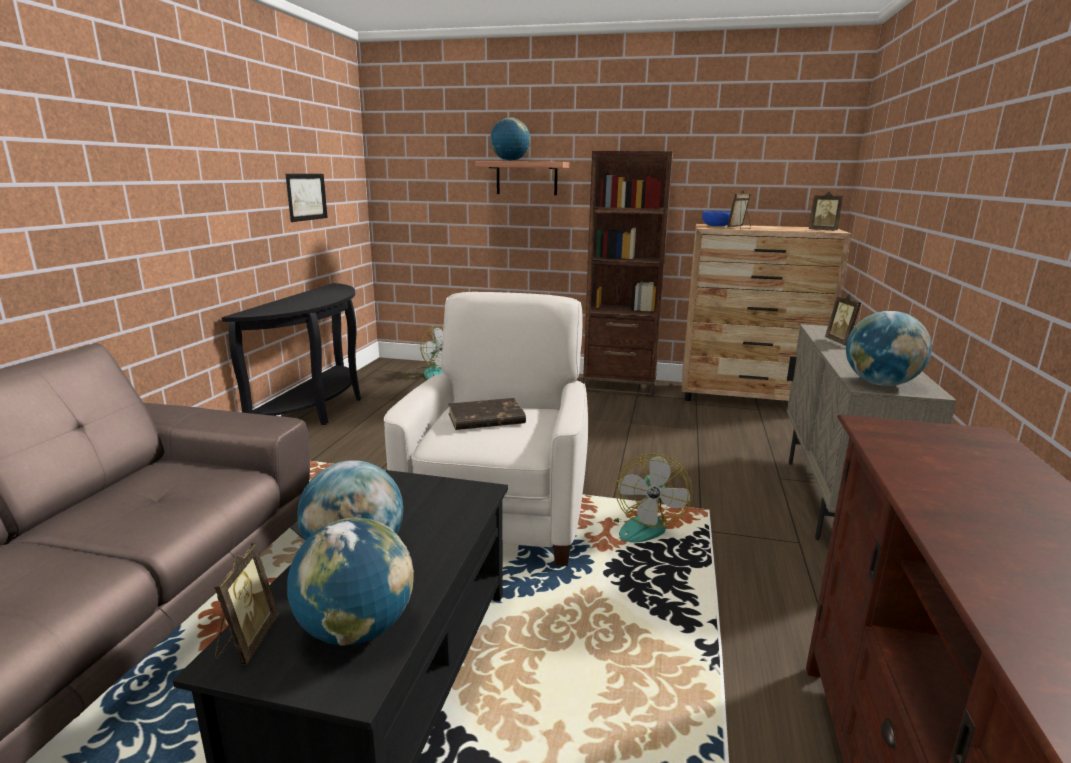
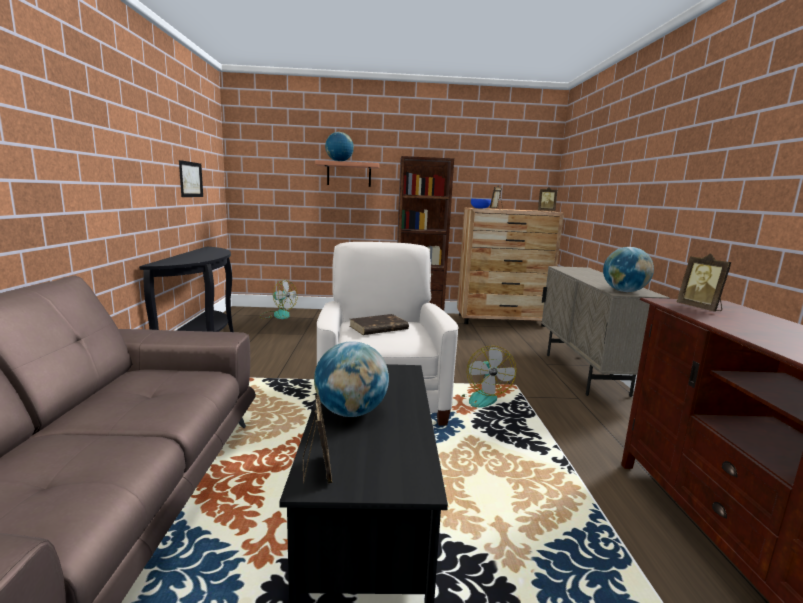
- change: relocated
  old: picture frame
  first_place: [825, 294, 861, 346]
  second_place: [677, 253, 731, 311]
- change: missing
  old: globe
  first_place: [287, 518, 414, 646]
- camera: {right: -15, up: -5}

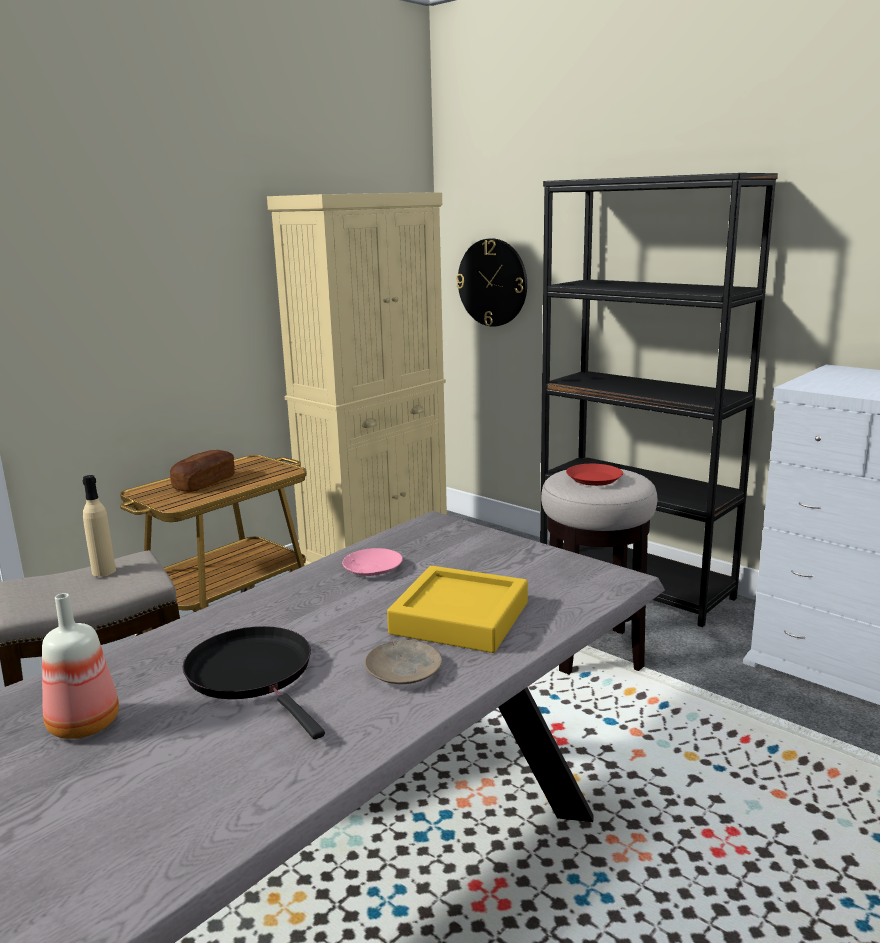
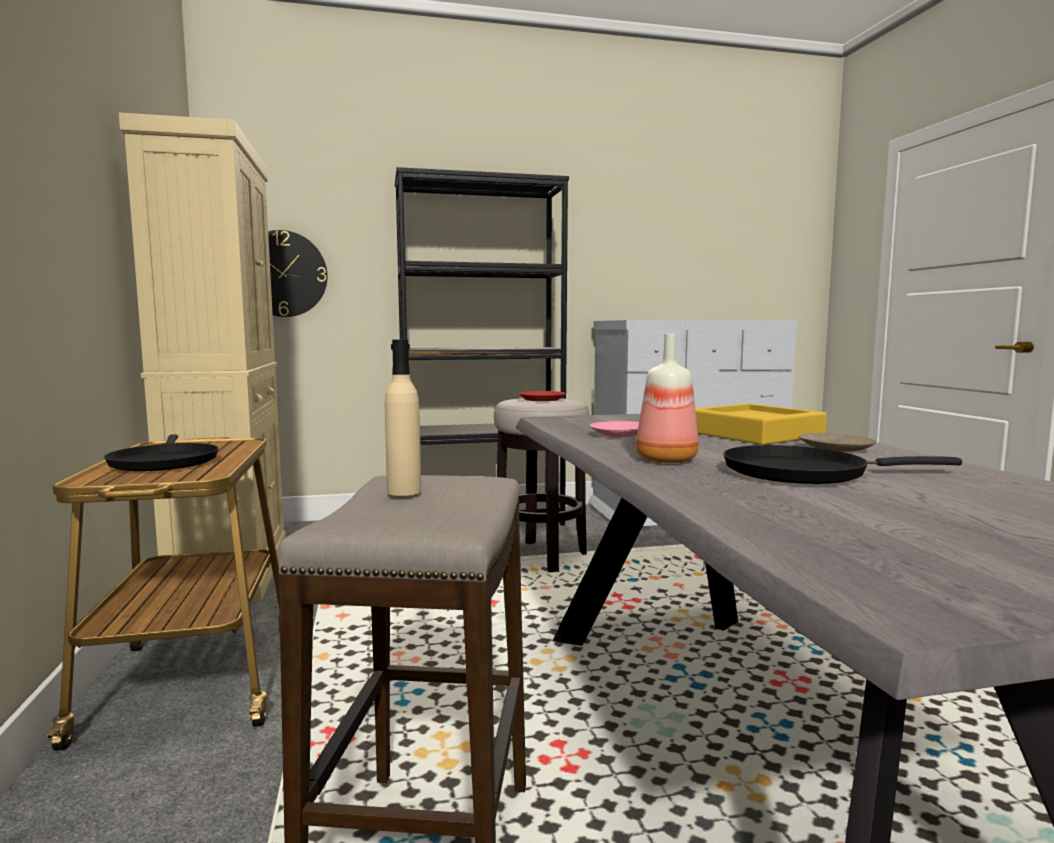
- change: exchanged
  old: bread
  new: black frying pan
  first_place: [170, 450, 235, 492]
  second_place: [104, 434, 218, 471]
- change: relocated
  old: bottle
  first_place: [42, 593, 119, 739]
  second_place: [636, 334, 699, 463]
- camera: {right: -55, up: -10}

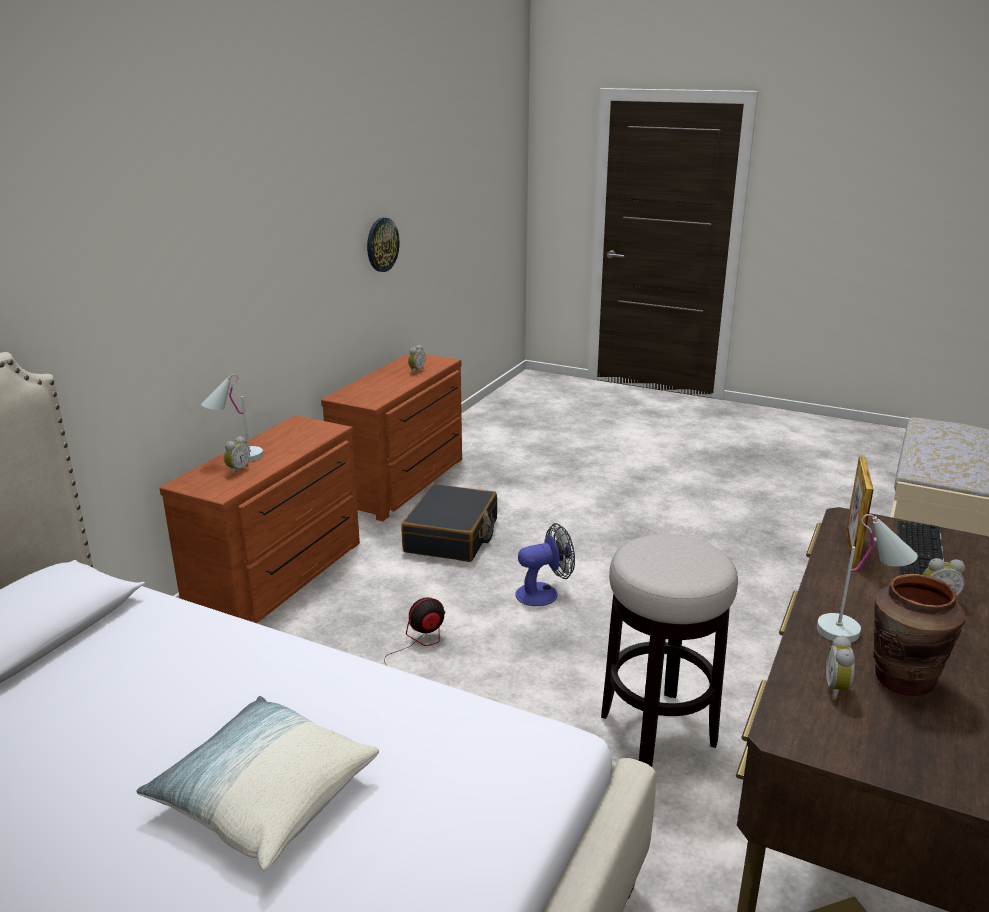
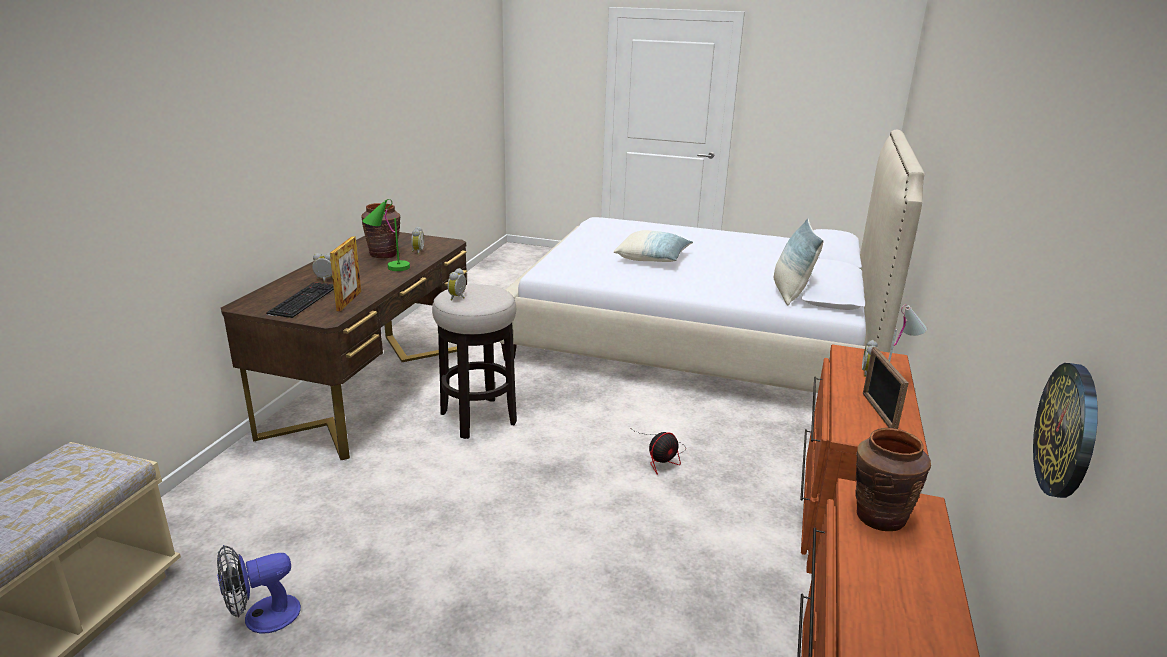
- change: relocated
  old: fan
  first_place: [515, 523, 575, 606]
  second_place: [217, 545, 301, 634]
- change: colour
  old: white table lamp
  new: green table lamp
  first_place: [817, 514, 918, 642]
  second_place: [362, 199, 410, 271]
- change: relocated
  old: alarm clock
  first_place: [408, 345, 425, 374]
  second_place: [448, 268, 466, 300]
- change: appeared
  new: pillow
  second_place: [774, 218, 824, 305]
- change: appeared
  new: brown vase
  second_place: [855, 428, 931, 531]
- change: appeared
  new: picture frame
  second_place: [863, 347, 909, 429]
- change: missing
  old: black suitcase
  first_place: [401, 484, 497, 562]
- camera: {right: 170, up: 0}

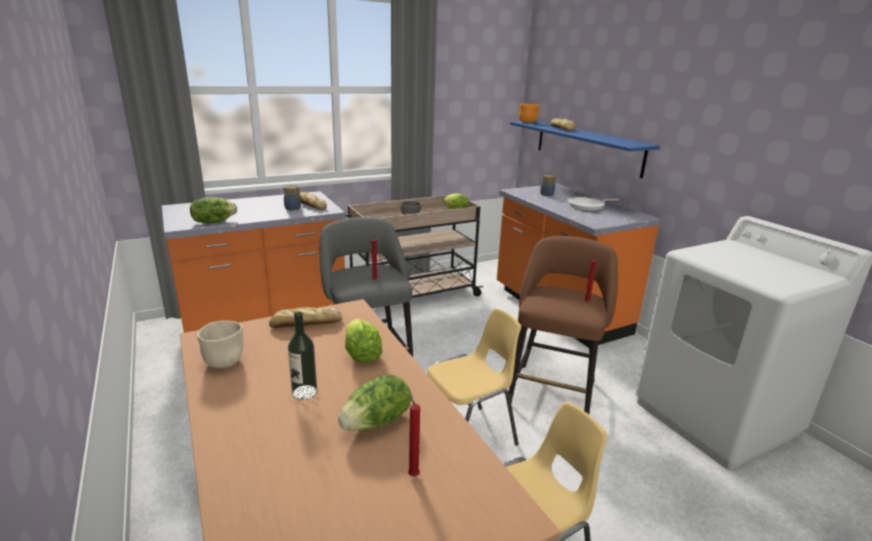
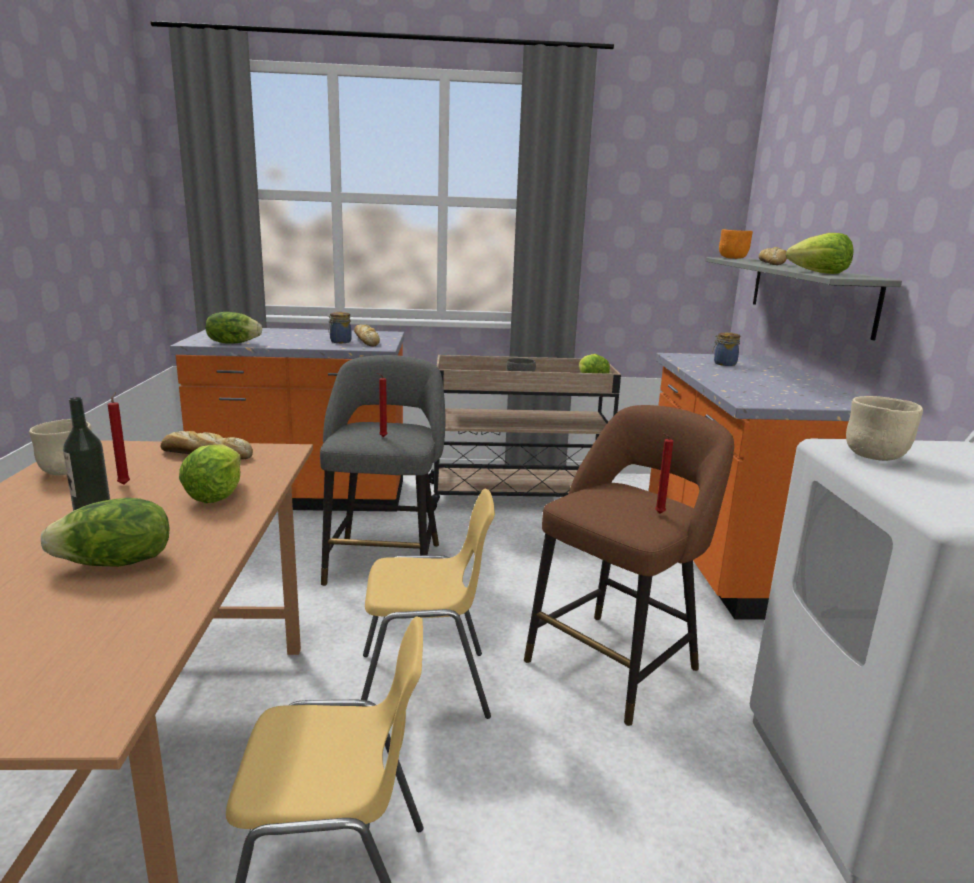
- change: relocated
  old: red candle
  first_place: [408, 393, 420, 476]
  second_place: [108, 392, 130, 485]
- change: colour
  old: blue shelf
  new: grey shelf
  first_place: [510, 121, 660, 178]
  second_place: [706, 257, 902, 340]
- change: appeared
  new: lettuce
  second_place: [786, 233, 853, 274]
- change: appeared
  new: beige bowl
  second_place: [846, 396, 923, 461]
- change: missing
  old: frying pan
  first_place: [568, 197, 619, 211]
- camera: {right: 25, up: -5}

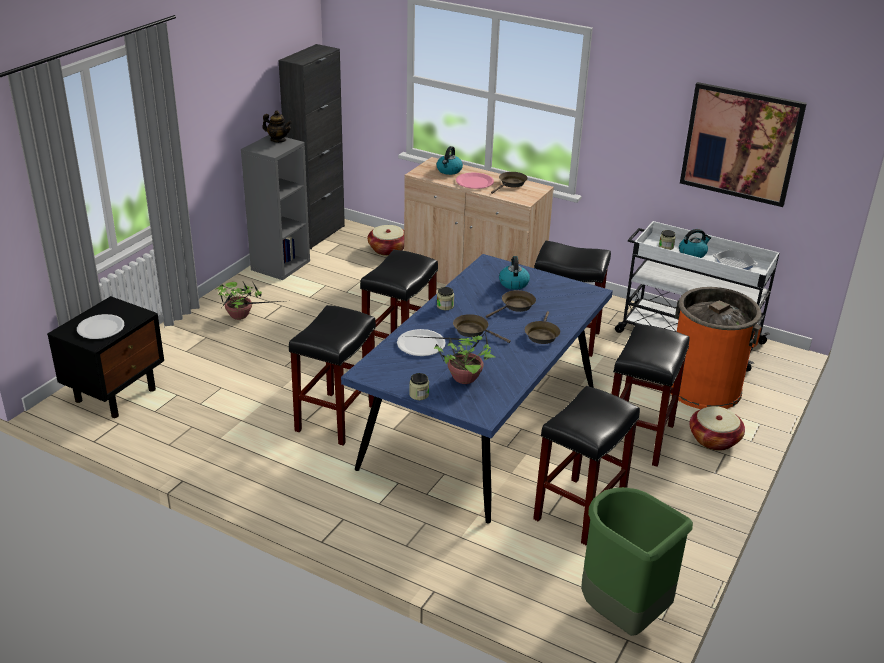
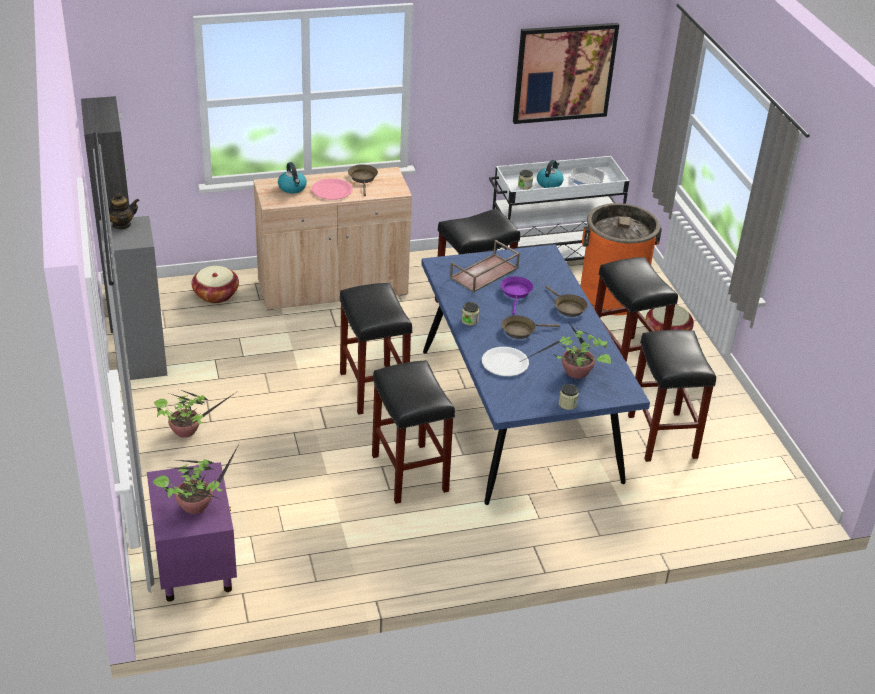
- change: colour
  old: black nightstand
  new: purple nightstand
  first_place: [47, 296, 164, 418]
  second_place: [147, 462, 237, 601]
- change: exchanged
  old: white plate
  new: potted plant
  first_place: [77, 314, 124, 339]
  second_place: [153, 445, 239, 514]
- change: exchanged
  old: kettle
  new: brown tray
  first_place: [499, 256, 530, 290]
  second_place: [450, 240, 520, 293]
- change: colour
  old: brown frying pan
  new: purple frying pan
  first_place: [486, 290, 536, 318]
  second_place: [500, 276, 533, 315]
- change: missing
  old: green trash can
  first_place: [581, 487, 693, 636]
- camera: {right: -45, up: 5}

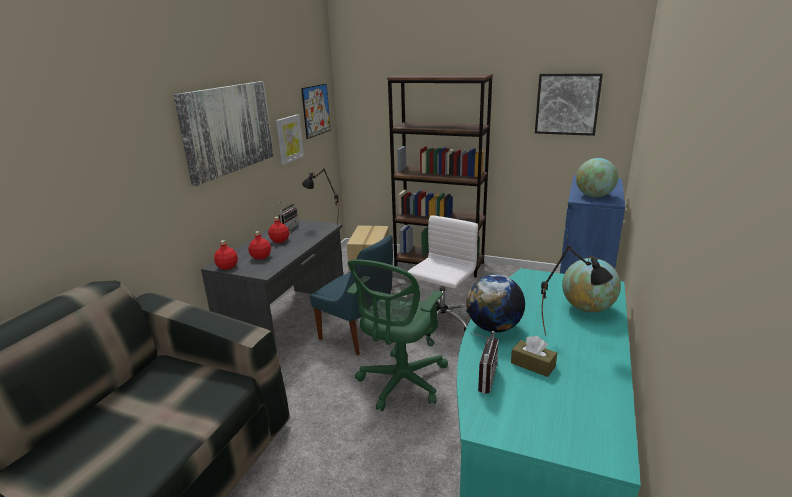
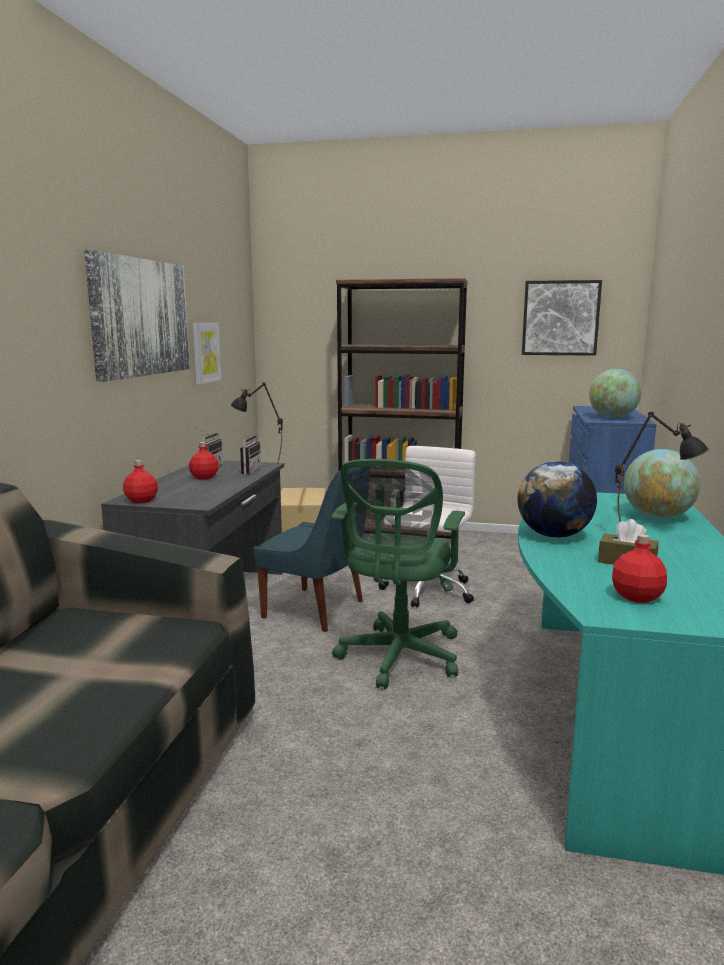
- change: relocated
  old: radio
  first_place: [470, 331, 499, 394]
  second_place: [234, 429, 261, 475]
- change: relocated
  old: red bottle
  first_place: [248, 231, 271, 260]
  second_place: [612, 534, 667, 603]
- change: missing
  old: picture
  first_place: [301, 83, 331, 139]
- camera: {right: -10, up: -10}

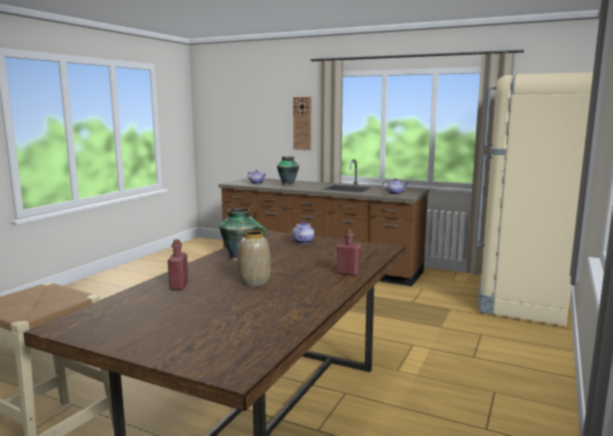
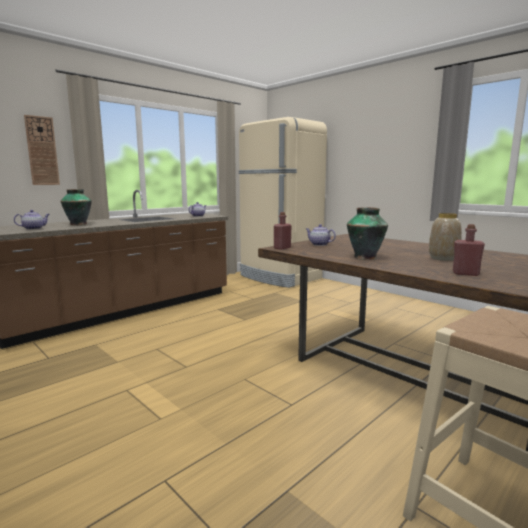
- change: relocated
  old: red bottle
  first_place: [337, 229, 361, 276]
  second_place: [274, 212, 291, 250]
- camera: {right: -70, up: 0}

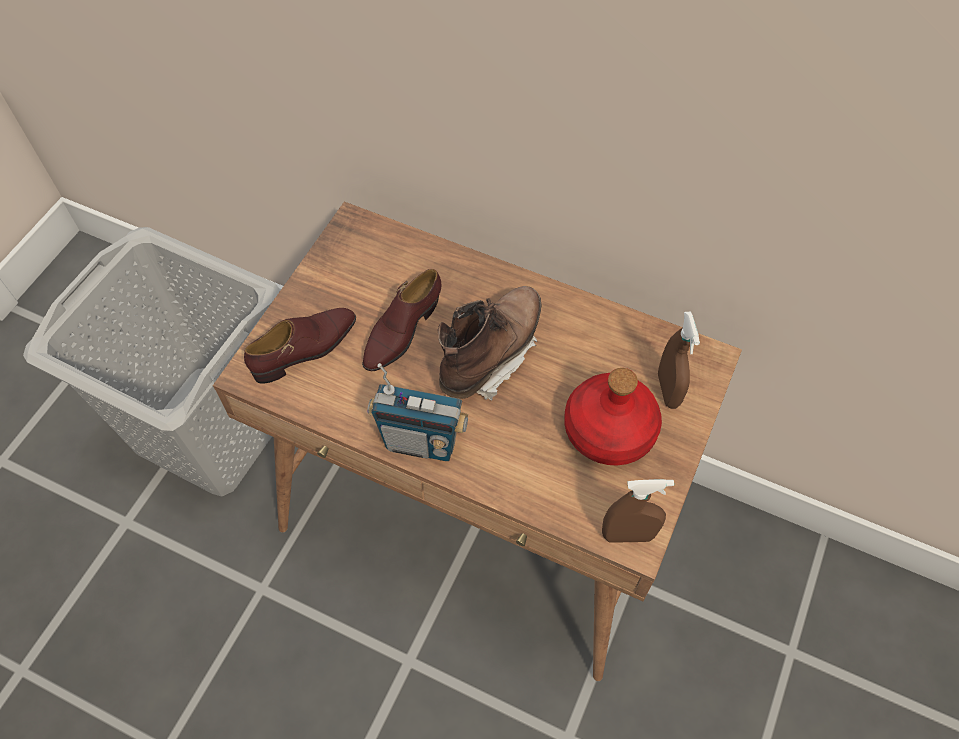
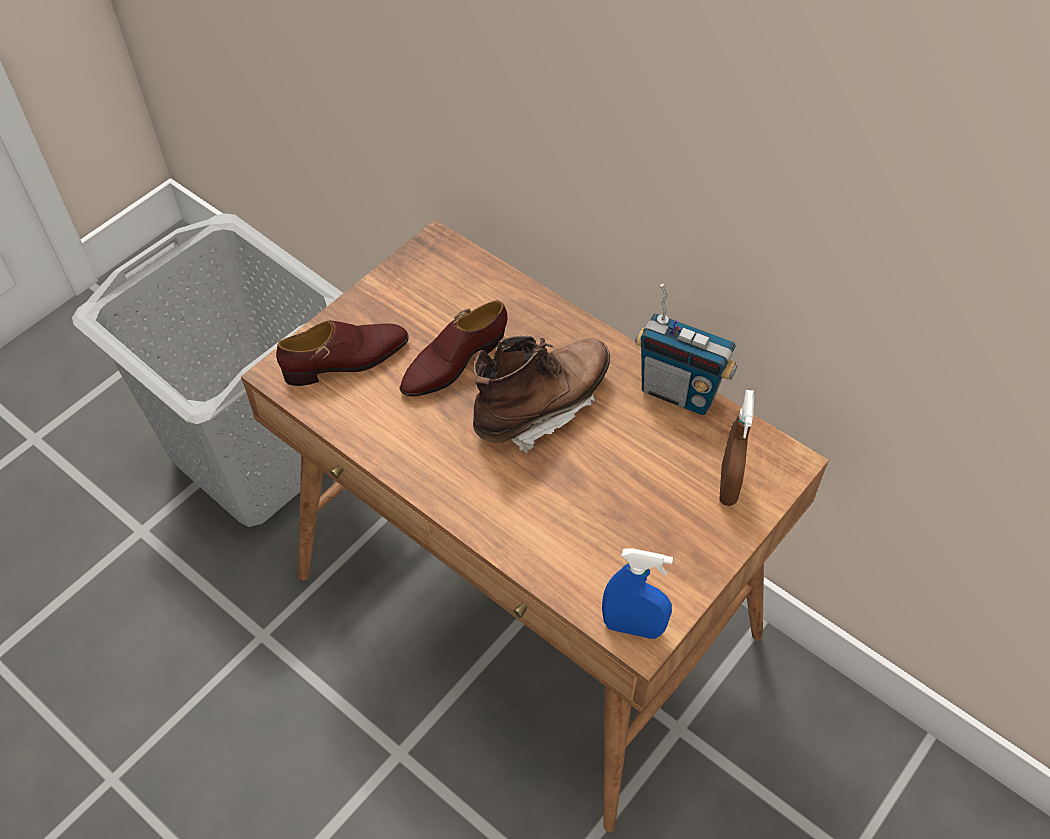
- change: colour
  old: brown spray bottle
  new: blue spray bottle
  first_place: [602, 479, 674, 543]
  second_place: [602, 549, 673, 639]
- change: relocated
  old: radio
  first_place: [368, 363, 468, 461]
  second_place: [635, 284, 737, 415]
- change: missing
  old: red bottle
  first_place: [564, 368, 662, 465]
- camera: {right: 15, up: -5}

